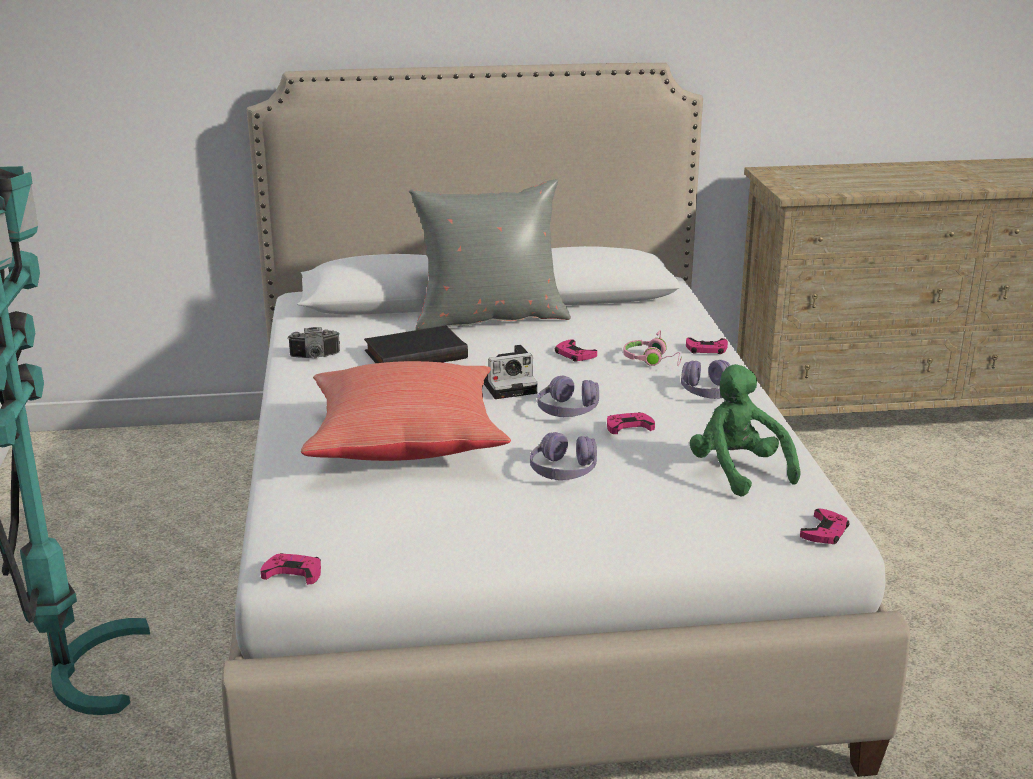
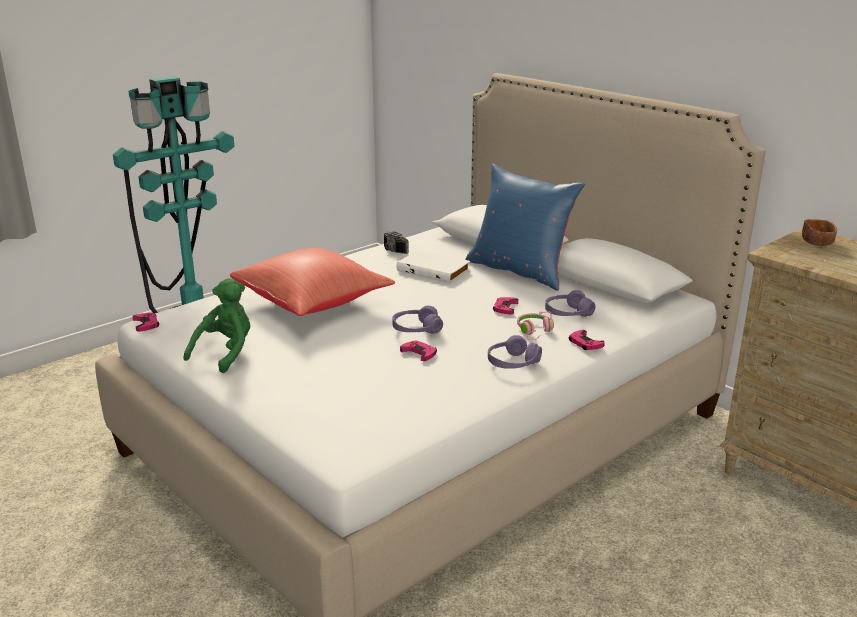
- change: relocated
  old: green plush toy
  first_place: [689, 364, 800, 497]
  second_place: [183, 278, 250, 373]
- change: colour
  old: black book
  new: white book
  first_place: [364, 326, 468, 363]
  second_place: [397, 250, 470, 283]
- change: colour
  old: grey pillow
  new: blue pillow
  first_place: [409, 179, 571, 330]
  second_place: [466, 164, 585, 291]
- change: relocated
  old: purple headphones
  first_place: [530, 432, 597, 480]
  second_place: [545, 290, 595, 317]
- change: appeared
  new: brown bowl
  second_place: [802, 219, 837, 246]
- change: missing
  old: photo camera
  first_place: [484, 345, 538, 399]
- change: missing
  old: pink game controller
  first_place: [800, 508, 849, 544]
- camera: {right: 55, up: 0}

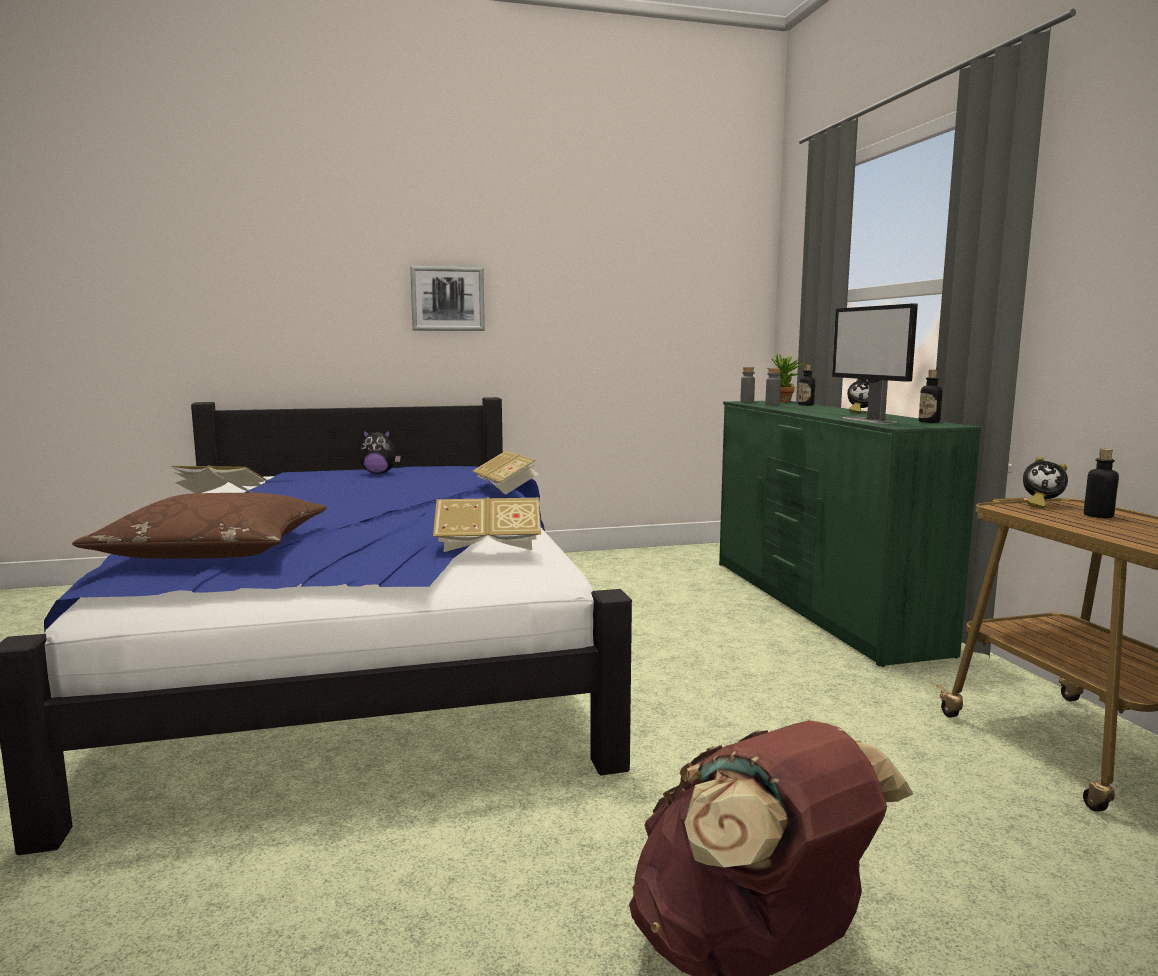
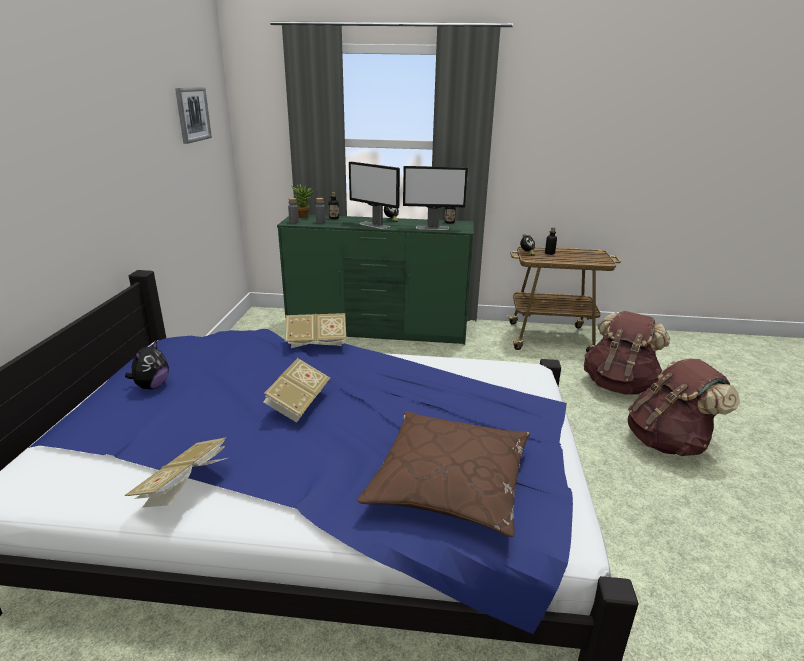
- change: relocated
  old: picture
  first_place: [410, 266, 485, 331]
  second_place: [175, 87, 212, 144]
- change: relocated
  old: book
  first_place: [433, 497, 541, 552]
  second_place: [263, 358, 330, 423]
- change: appeared
  new: monitor
  second_place: [349, 162, 400, 229]
- change: appeared
  new: brown backpack
  second_place: [584, 311, 670, 395]
- camera: {right: -70, up: 15}

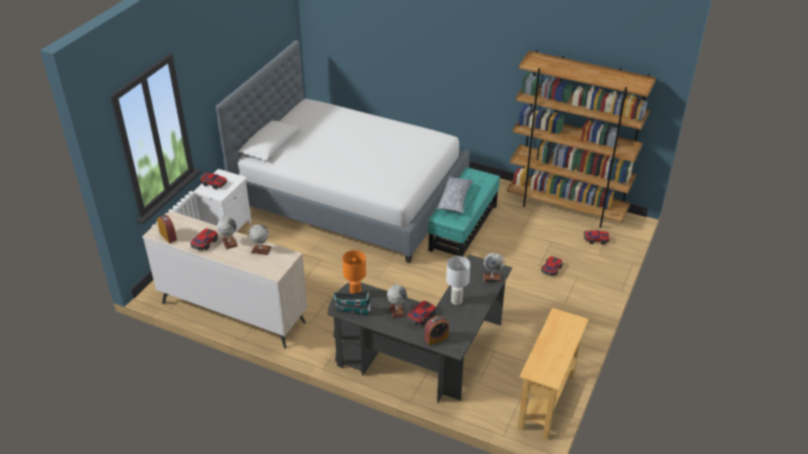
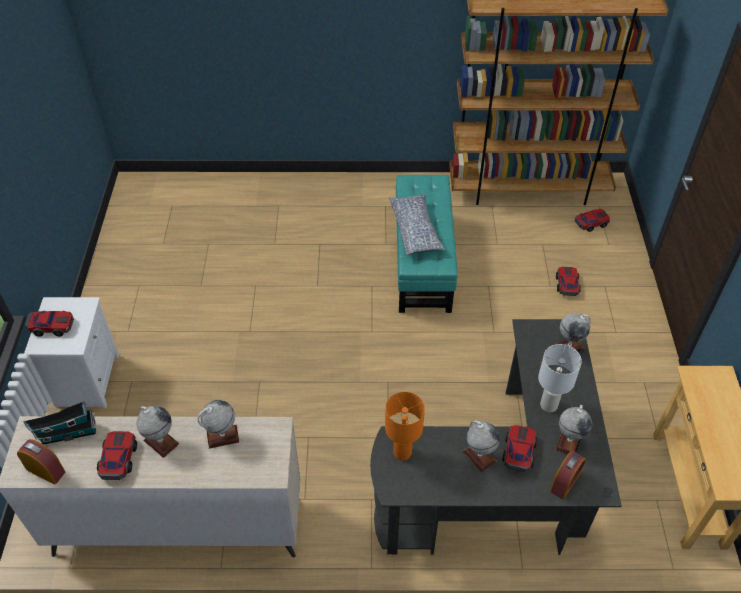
- change: relocated
  old: toy house
  first_place: [333, 291, 371, 316]
  second_place: [23, 401, 96, 445]
- change: appeared
  new: globe
  second_place: [556, 405, 592, 455]
- change: missing
  old: bed
  first_place: [216, 40, 470, 263]
- camera: {right: -25, up: 10}

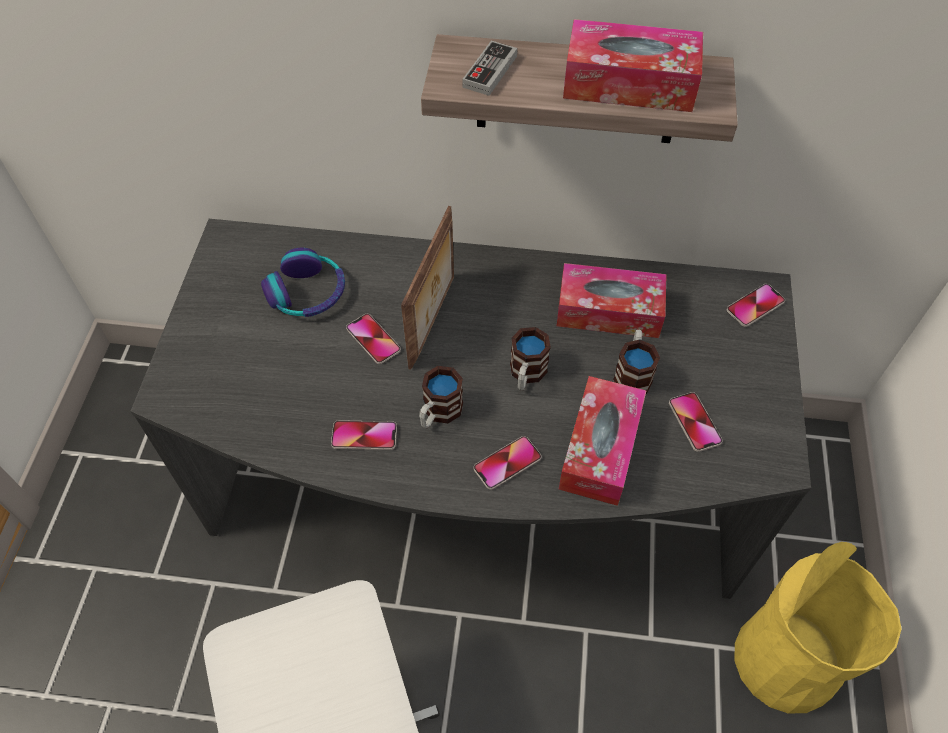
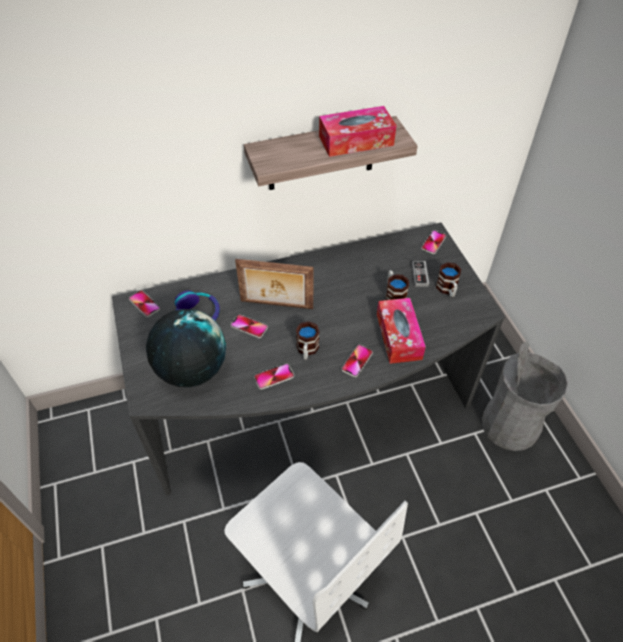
- change: relocated
  old: phone
  first_place: [669, 392, 723, 452]
  second_place: [129, 290, 160, 317]
- change: appeared
  new: globe
  second_place: [146, 309, 226, 387]
- change: spun
  old: picture frame
  first_place: [401, 206, 454, 370]
  second_place: [235, 259, 313, 309]
  degrees: 105
- change: relocated
  old: game controller
  first_place: [462, 41, 517, 96]
  second_place: [412, 261, 429, 287]
- change: relocated
  old: mug
  first_place: [510, 327, 551, 390]
  second_place: [436, 262, 461, 297]
- change: colour
  old: yellow trash can
  new: grey trash can
  first_place: [735, 542, 902, 714]
  second_place: [482, 342, 568, 451]
- change: missing
  old: tissue box
  first_place: [557, 263, 667, 338]
- camera: {right: -25, up: -5}

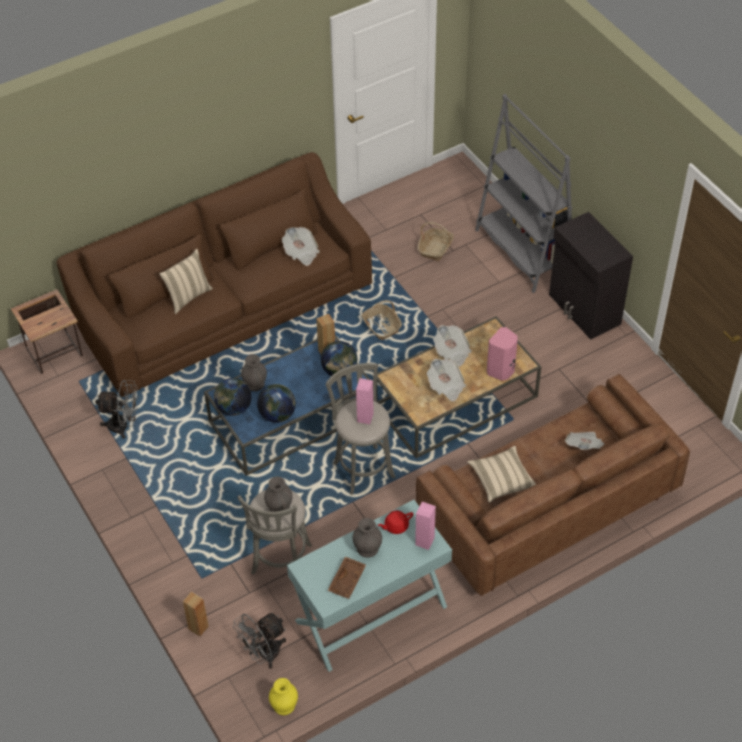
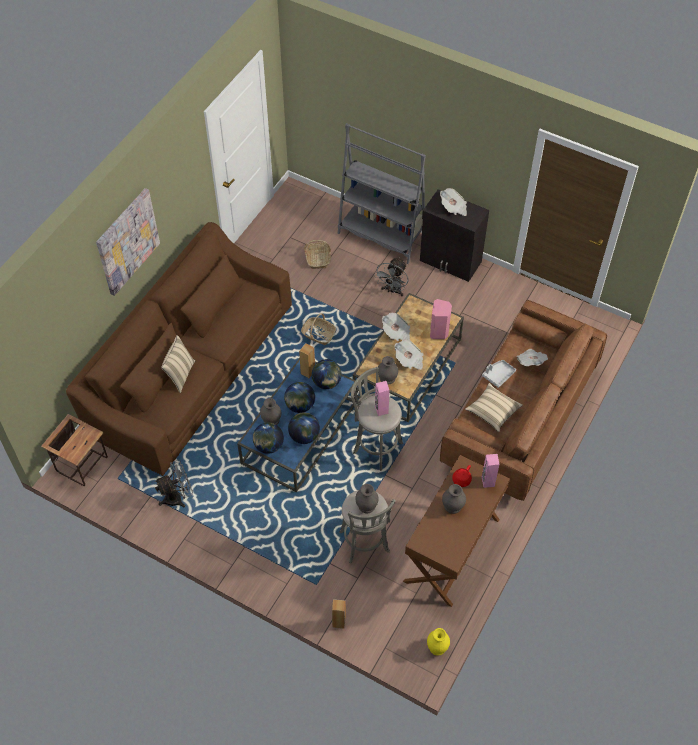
- change: appeared
  new: picture
  second_place: [96, 188, 160, 296]
- change: appeared
  new: globe
  second_place: [284, 382, 315, 413]
- change: relocated
  old: grey fan
  first_place: [233, 613, 286, 669]
  second_place: [374, 257, 408, 296]
- change: appeared
  new: grey vase
  second_place: [378, 356, 398, 385]
- change: colour
  old: turquoise console table
  new: brown console table
  first_place: [287, 500, 452, 672]
  second_place: [403, 455, 510, 607]
- change: relocated
  old: newspaper
  first_place: [282, 227, 320, 266]
  second_place: [440, 188, 467, 216]
- change: appeared
  new: grey tray
  second_place: [482, 360, 516, 388]
- change: missing
  old: brown tray
  first_place: [328, 556, 366, 599]
- camera: {right: -30, up: 5}

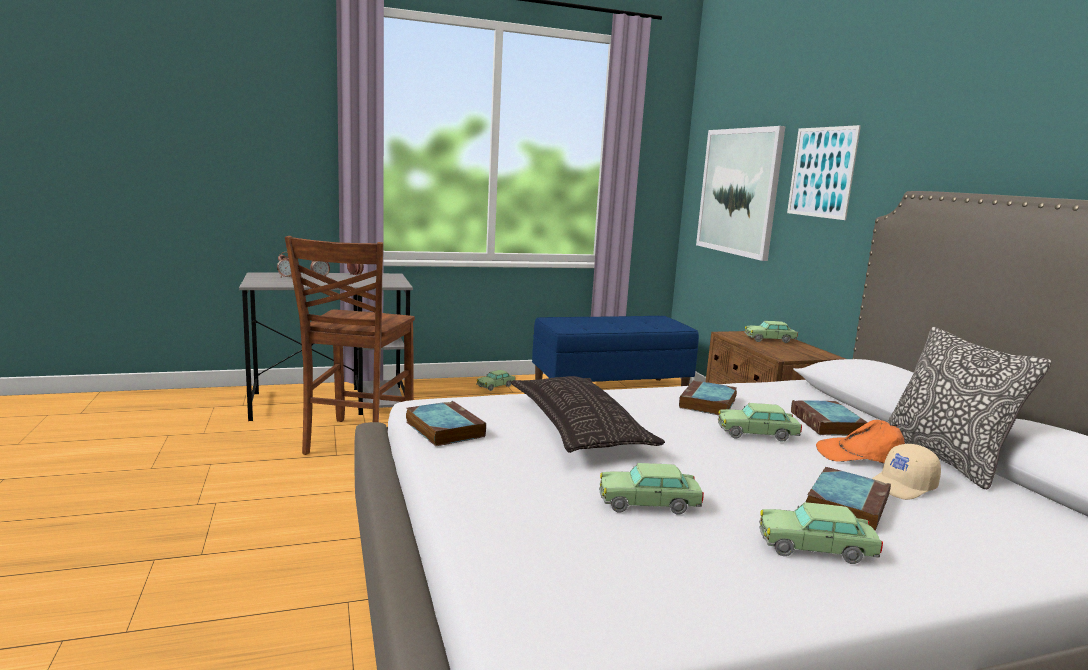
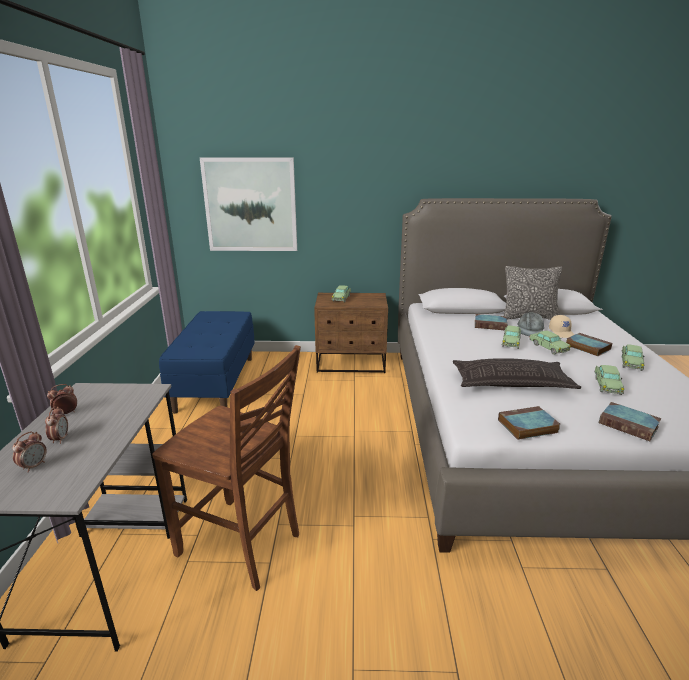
- change: colour
  old: orange cap
  new: grey cap
  first_place: [816, 420, 905, 463]
  second_place: [517, 312, 544, 336]
- change: relocated
  old: toy car
  first_place: [476, 370, 516, 391]
  second_place: [529, 331, 571, 355]
- change: relocated
  old: book
  first_place: [679, 380, 737, 415]
  second_place: [599, 402, 662, 441]
- change: missing
  old: picture
  first_place: [787, 125, 861, 220]
- camera: {right: -70, up: 10}

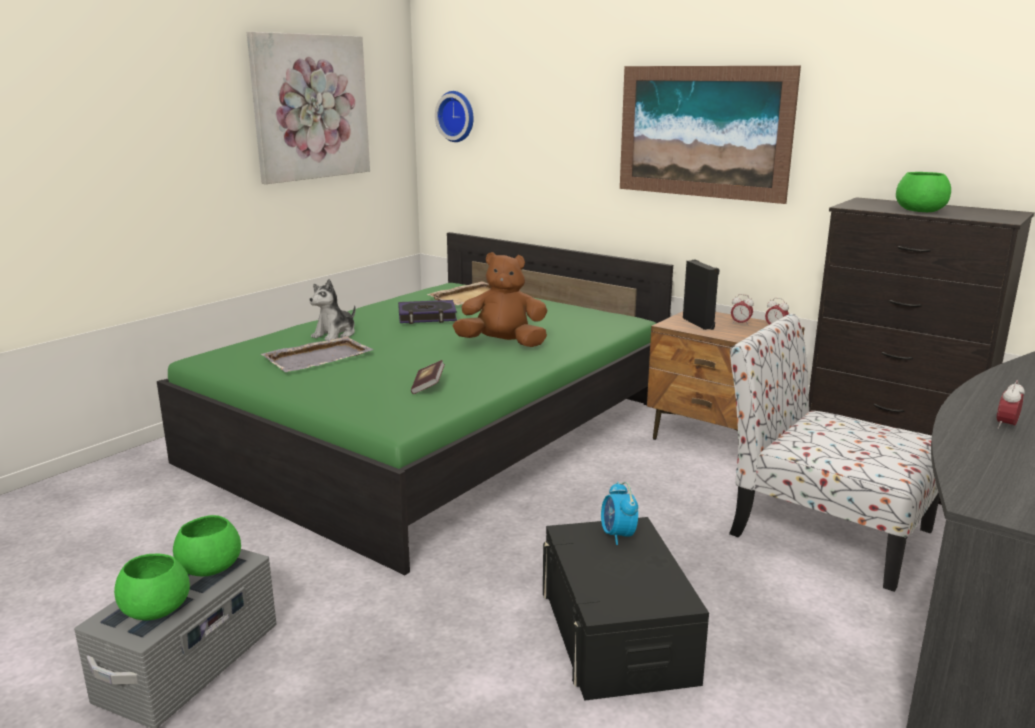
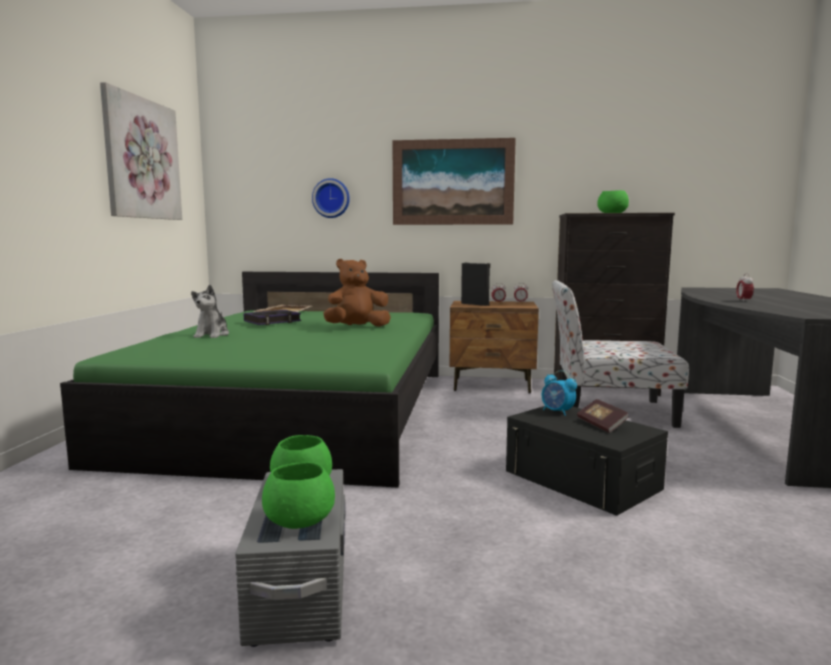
- change: relocated
  old: wall clock
  first_place: [435, 91, 474, 142]
  second_place: [312, 178, 350, 218]
- change: relocated
  old: book
  first_place: [411, 360, 445, 394]
  second_place: [577, 399, 629, 433]
- change: missing
  old: grey tray
  first_place: [261, 336, 374, 372]
- camera: {right: -30, up: -10}

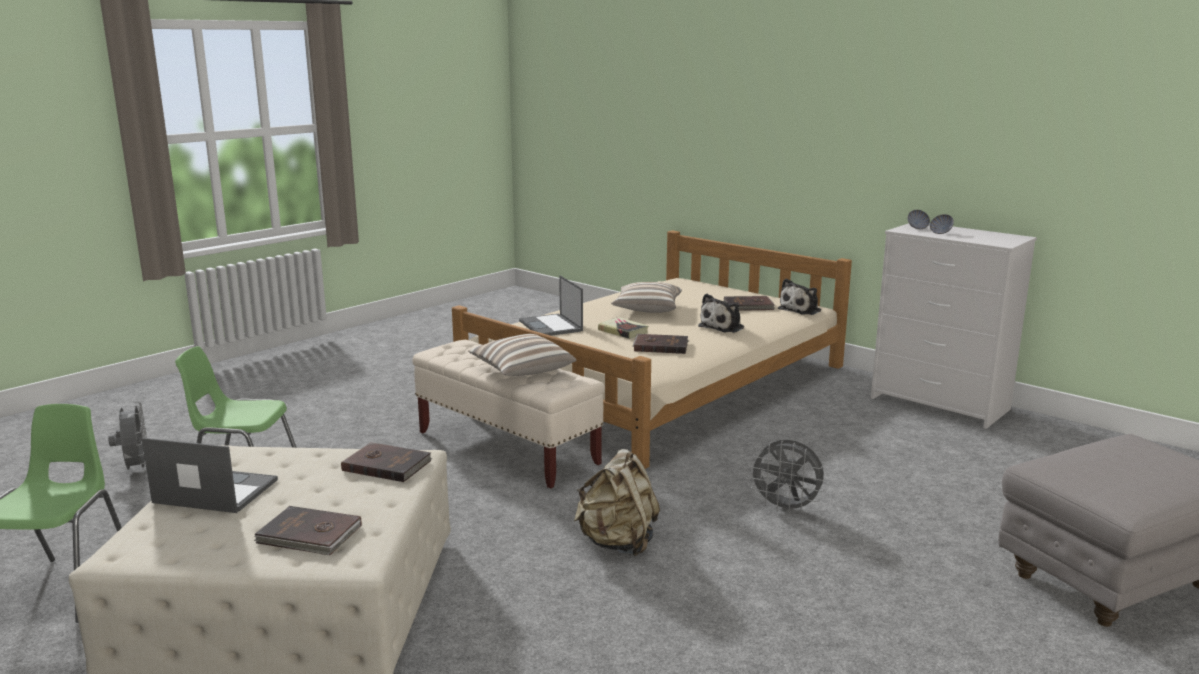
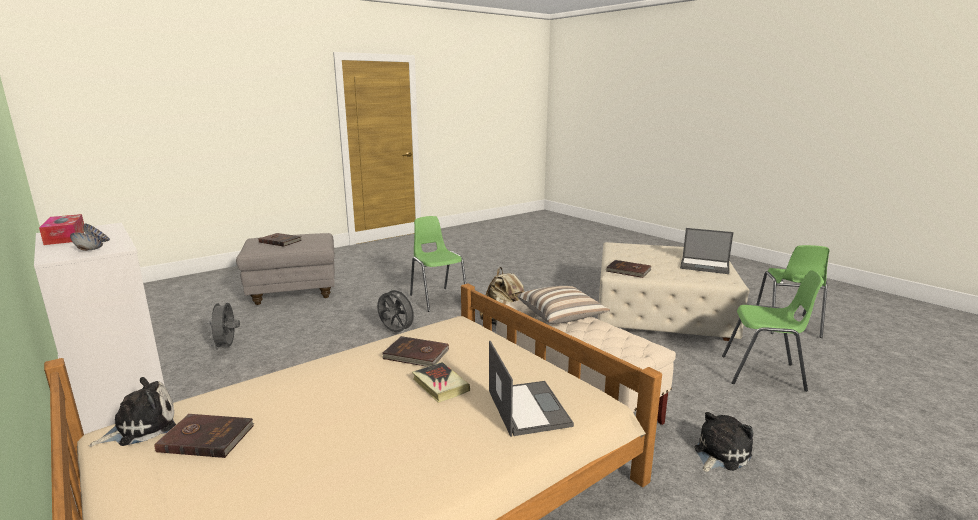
- change: appeared
  new: tissue box
  second_place: [39, 214, 84, 245]
- change: relocated
  old: grey fan
  first_place: [108, 402, 147, 472]
  second_place: [207, 300, 240, 351]
- change: relocated
  old: brown book
  first_place: [254, 506, 362, 555]
  second_place: [259, 233, 302, 247]
- change: appeared
  new: green chair
  second_place: [410, 216, 466, 312]
- change: relocated
  old: plush toy
  first_place: [698, 294, 744, 333]
  second_place: [694, 412, 753, 472]
- change: missing
  old: pillow
  first_place: [611, 282, 682, 313]
- camera: {right: -170, up: 0}

